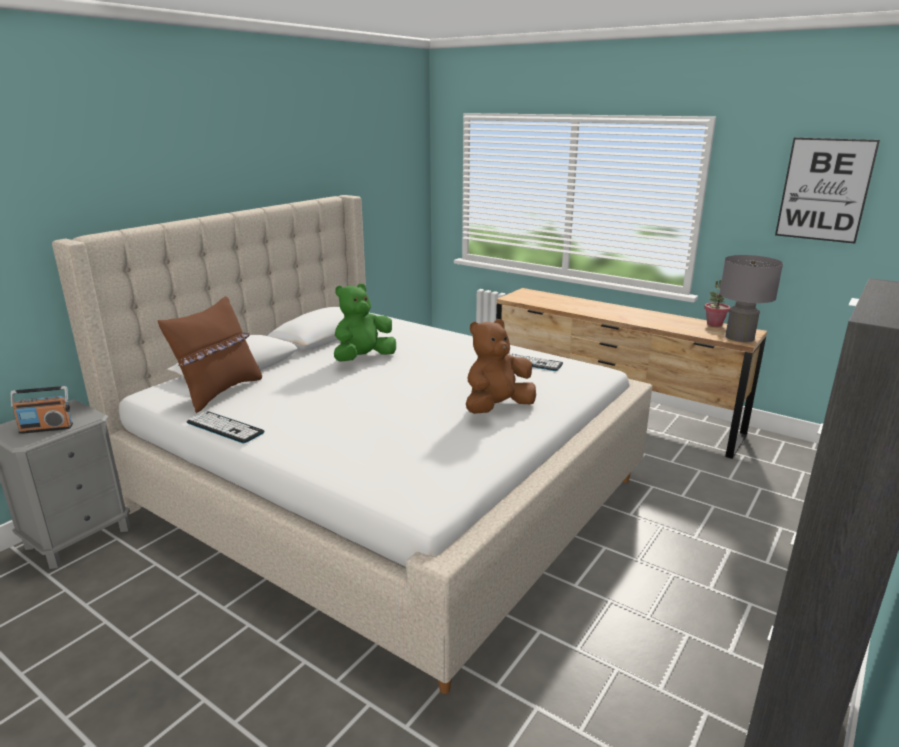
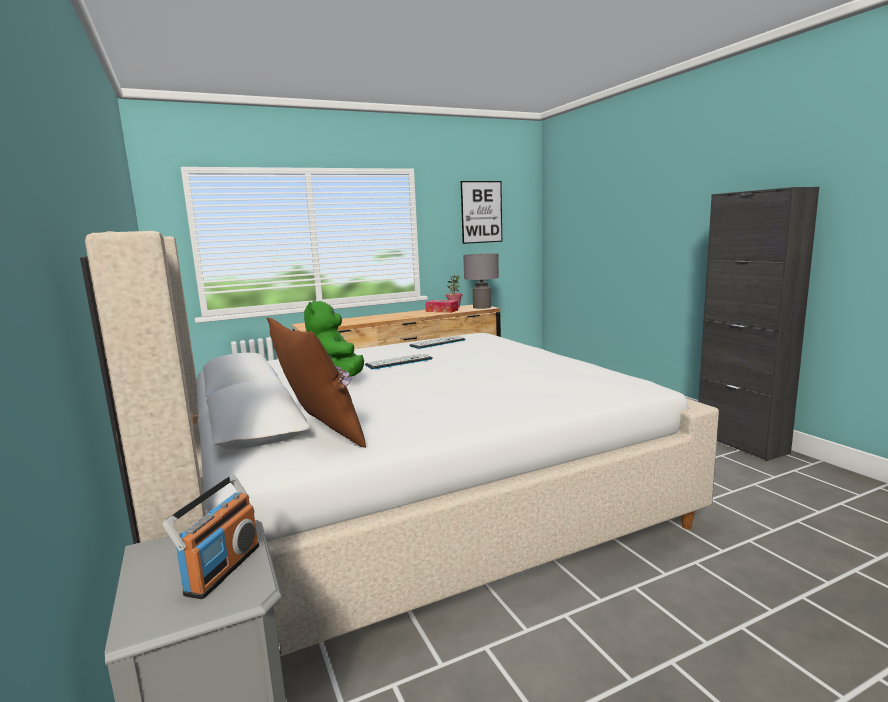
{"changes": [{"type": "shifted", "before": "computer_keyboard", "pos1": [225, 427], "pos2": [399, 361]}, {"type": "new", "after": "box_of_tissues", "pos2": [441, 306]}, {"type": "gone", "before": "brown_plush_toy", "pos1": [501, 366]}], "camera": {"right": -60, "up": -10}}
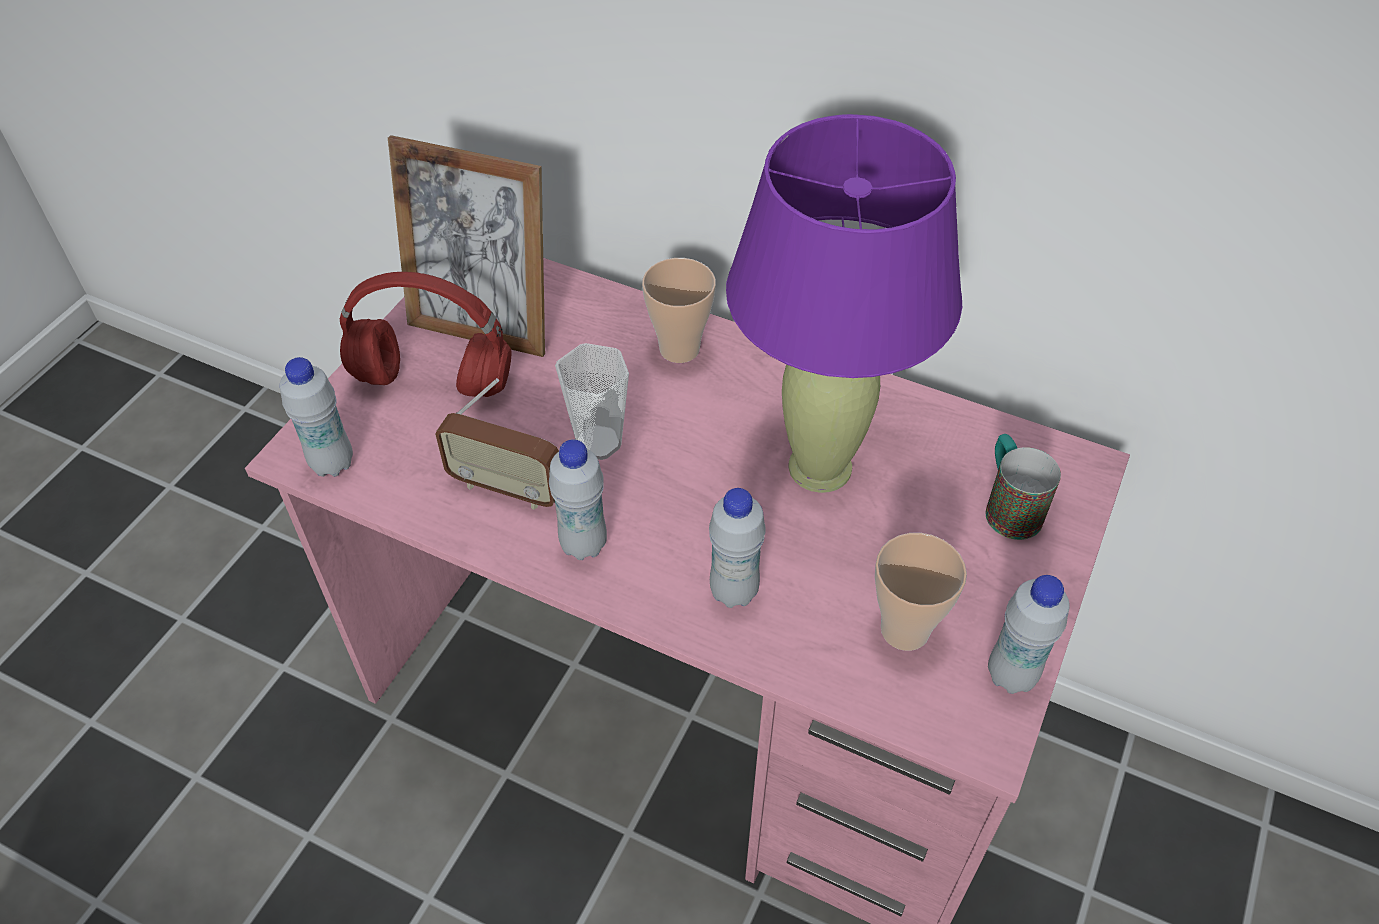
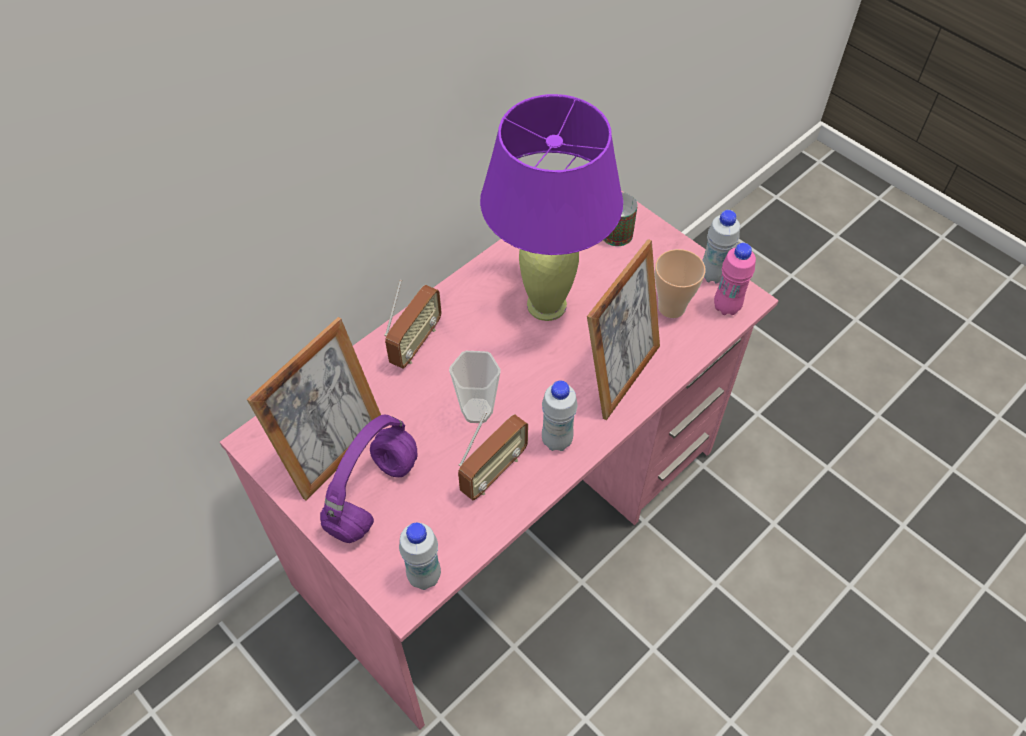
{"changes": [{"type": "repainted", "before": "reddish_headset", "after": "purple-coloured_headset", "pos1": [426, 334], "pos2": [368, 479]}, {"type": "swapped", "before": "cup", "after": "radio_set", "pos1": [679, 310], "pos2": [413, 324]}, {"type": "swapped", "before": "whitish_bottle", "after": "photo_frame", "pos1": [737, 548], "pos2": [623, 329]}, {"type": "new", "after": "pinkish_bottle", "pos2": [735, 279]}], "camera": {"right": -70, "up": 5}}
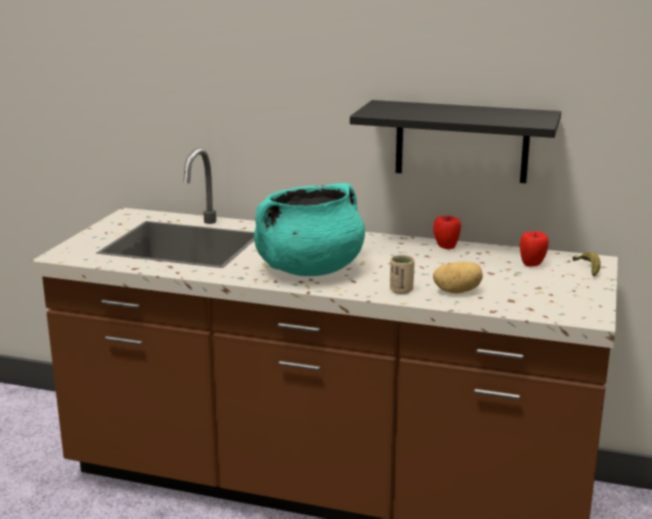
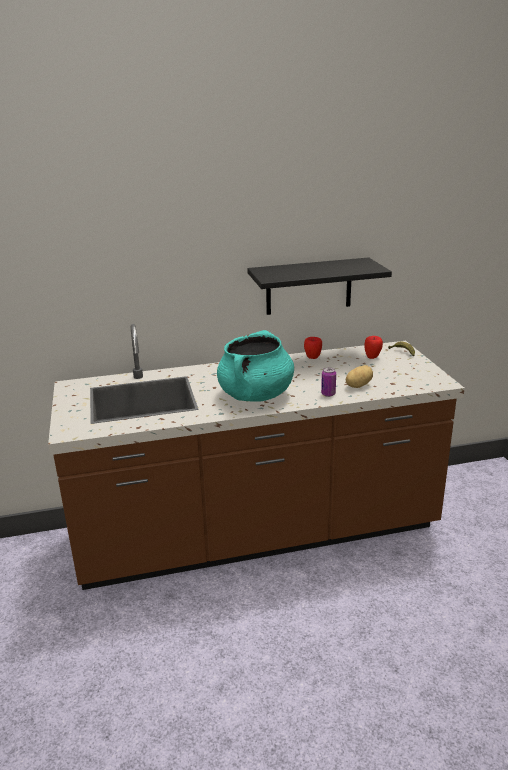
{"changes": [{"type": "swapped", "before": "beige-coloured_cup", "after": "metal_can", "pos1": [402, 274], "pos2": [328, 382]}], "camera": {"right": -30, "up": 5}}
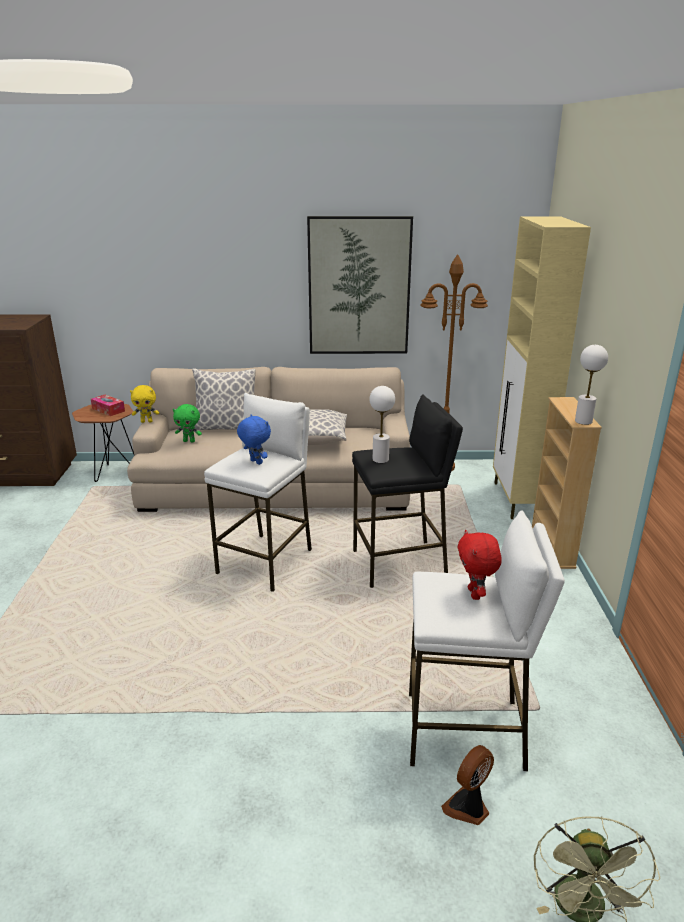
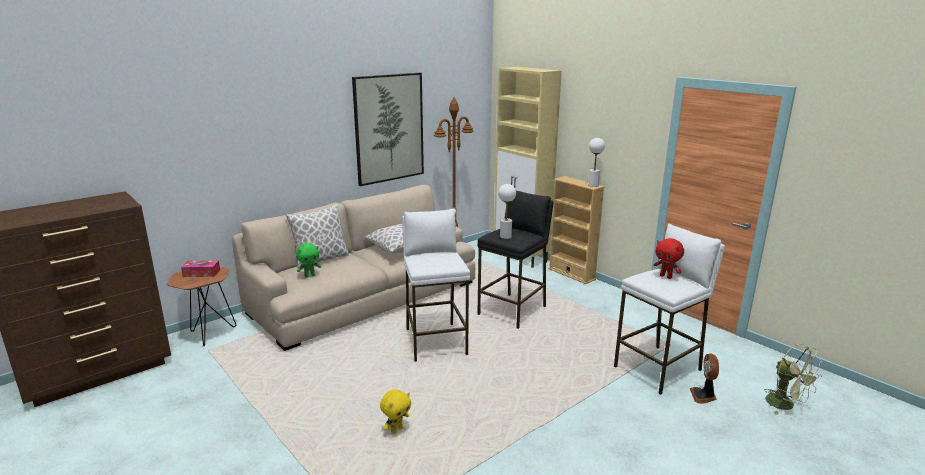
{"changes": [{"type": "shifted", "before": "yellow-coloured_plush_toy", "pos1": [144, 404], "pos2": [395, 411]}, {"type": "gone", "before": "bluish_plush_toy", "pos1": [254, 440]}], "camera": {"right": -40, "up": -5}}
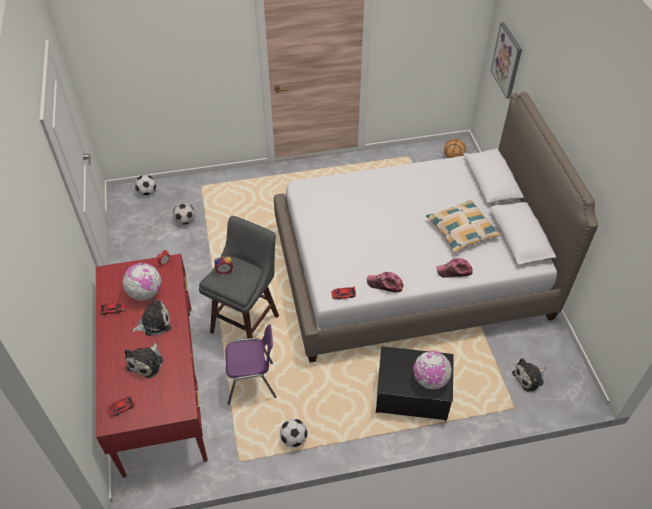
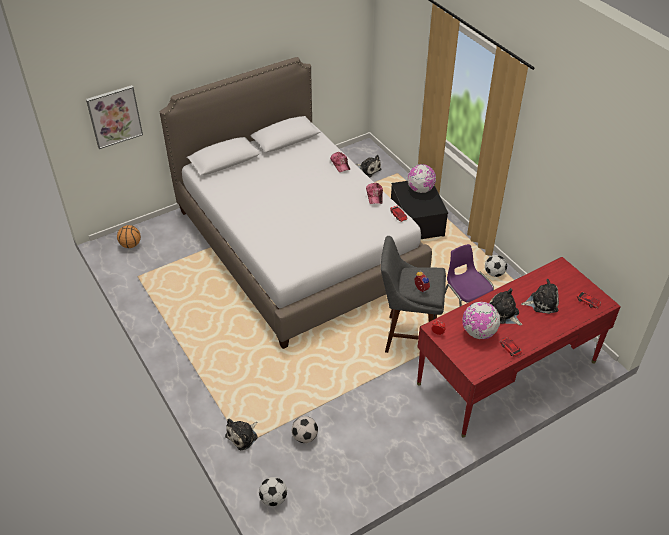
{"changes": [{"type": "new", "after": "plush_toy", "pos2": [241, 434]}, {"type": "gone", "before": "pillow", "pos1": [463, 226]}], "camera": {"right": -110, "up": -5}}
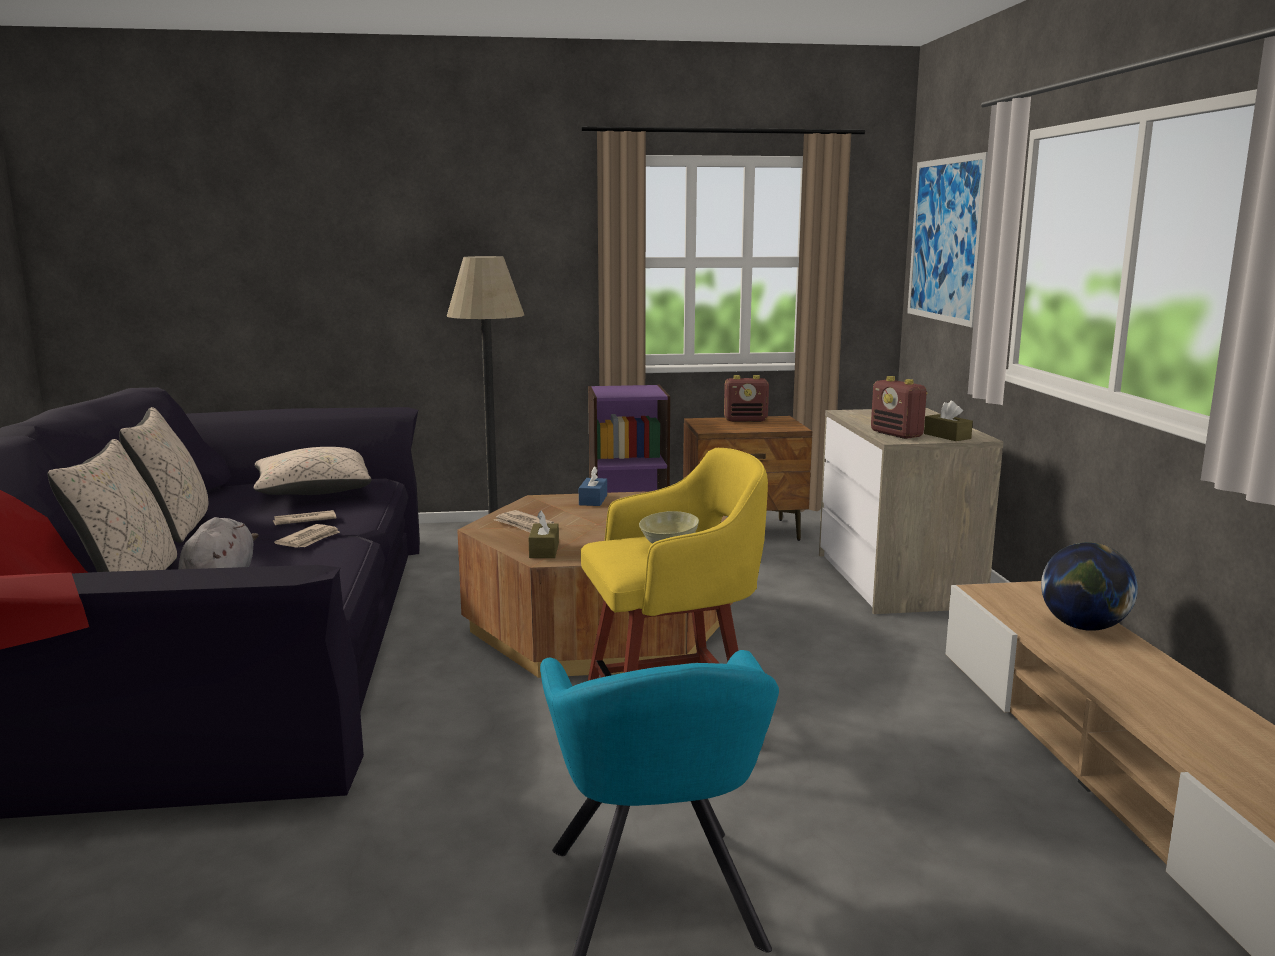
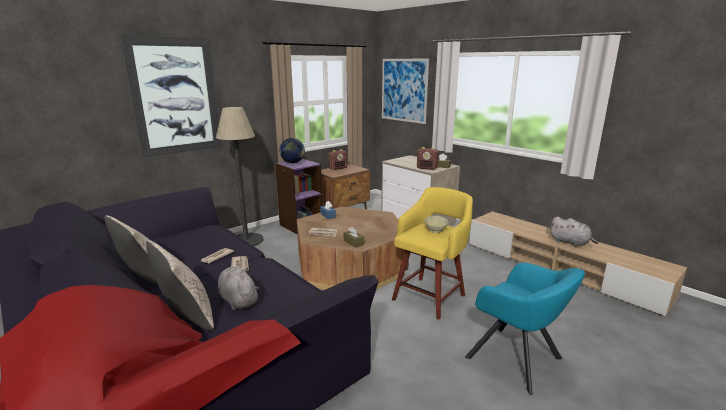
{"changes": [{"type": "new", "after": "wall_picture", "pos2": [171, 97]}, {"type": "shifted", "before": "globe", "pos1": [1089, 586], "pos2": [292, 150]}, {"type": "new", "after": "grey_plush_toy", "pos2": [574, 232]}, {"type": "gone", "before": "beige-coloured_pillow", "pos1": [313, 471]}], "camera": {"right": -35, "up": 5}}
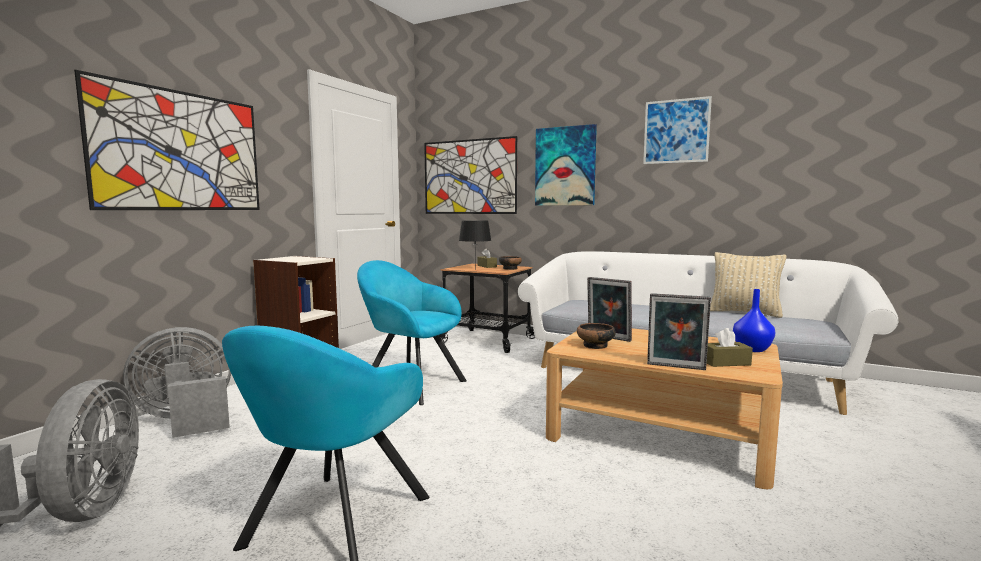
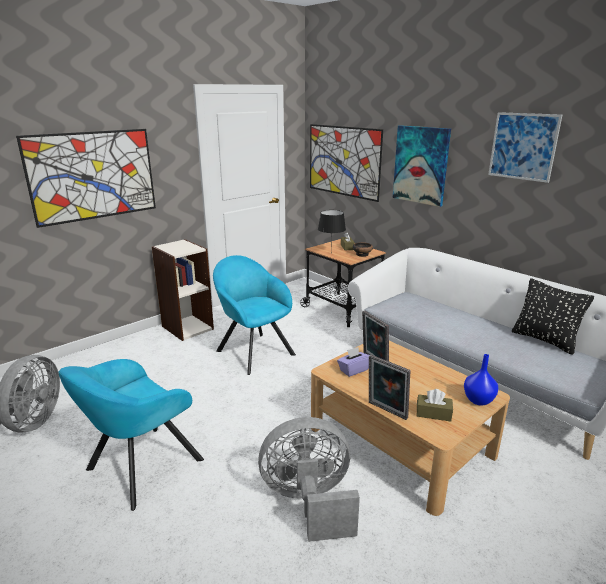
{"changes": [{"type": "shifted", "before": "grey_electric_fan", "pos1": [177, 382], "pos2": [309, 479]}, {"type": "swapped", "before": "deep_dish", "after": "purple-coloured_box_of_tissues", "pos1": [596, 336], "pos2": [353, 362]}, {"type": "repainted", "before": "beige-coloured_pillow", "after": "blackish_pillow", "pos1": [748, 285], "pos2": [553, 316]}], "camera": {"right": 20, "up": 15}}
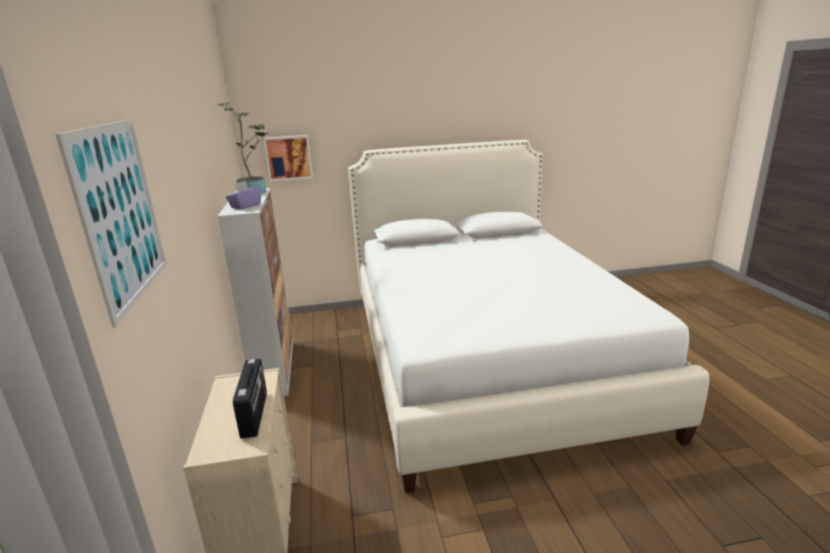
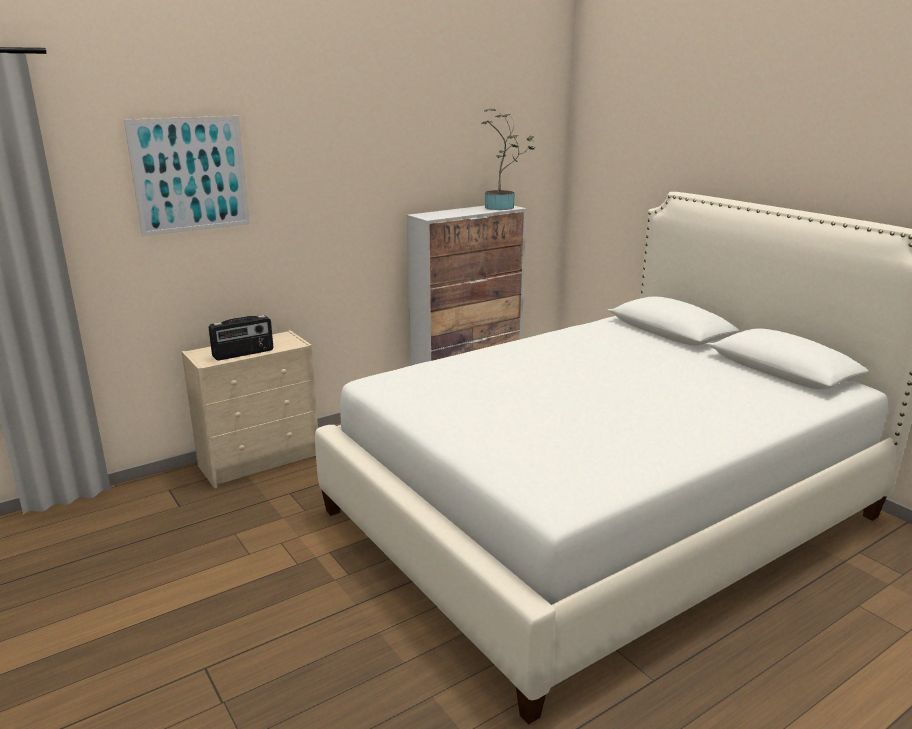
{"changes": [{"type": "gone", "before": "purple-coloured_box_of_tissues", "pos1": [244, 195]}, {"type": "gone", "before": "wall_picture", "pos1": [288, 158]}], "camera": {"right": 65, "up": 0}}
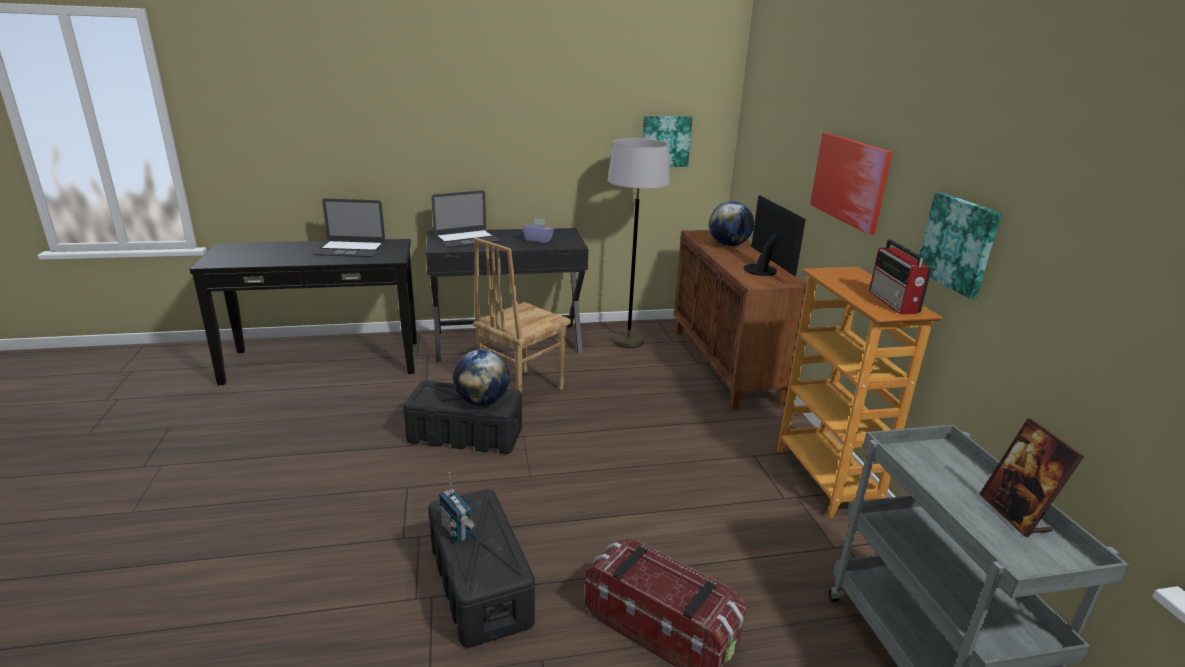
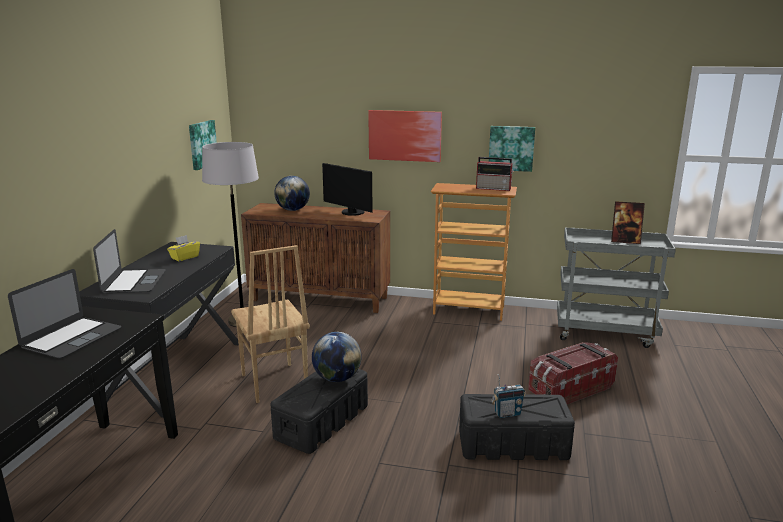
{"changes": [{"type": "repainted", "before": "purple-coloured_box_of_tissues", "after": "yellow-coloured_box_of_tissues", "pos1": [538, 230], "pos2": [183, 248]}, {"type": "rotated", "before": "computer_display", "pos1": [775, 235], "pos2": [347, 189], "turn": -150}], "camera": {"right": -65, "up": -5}}
